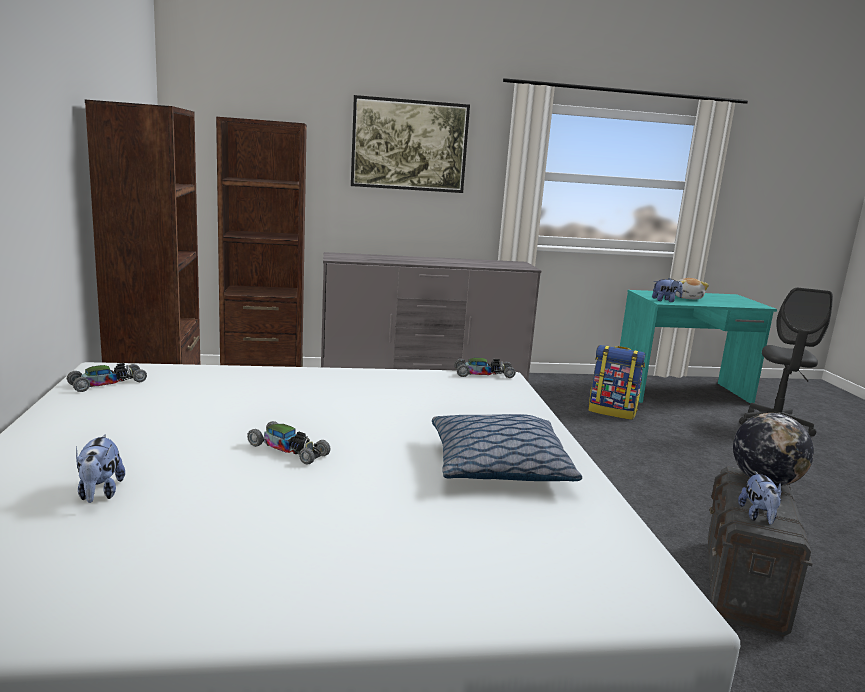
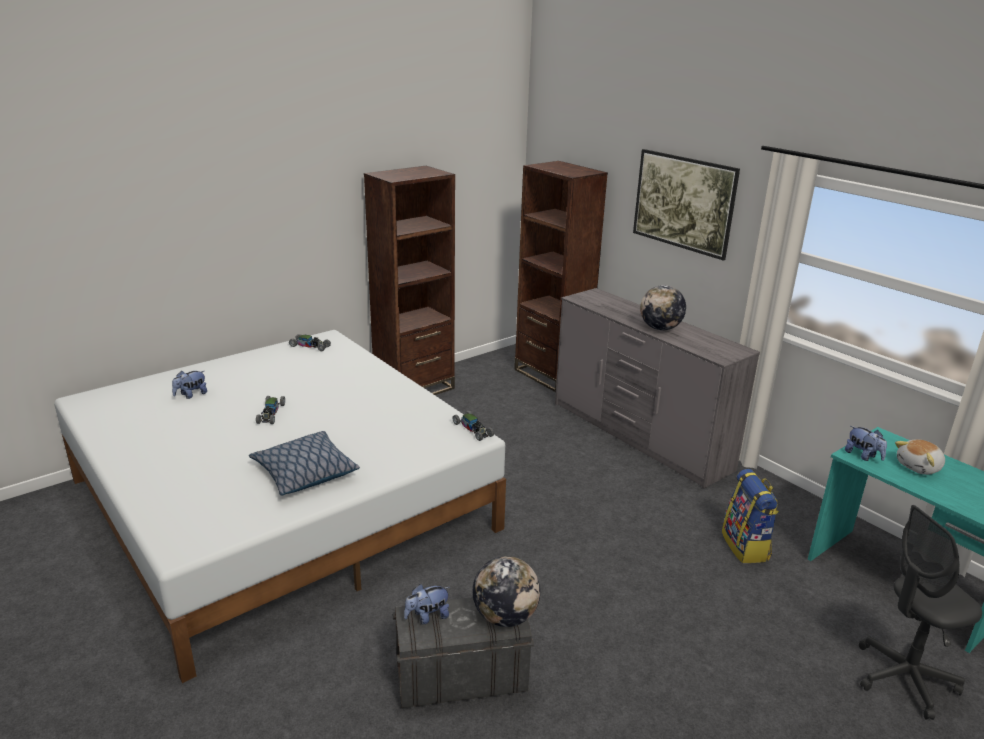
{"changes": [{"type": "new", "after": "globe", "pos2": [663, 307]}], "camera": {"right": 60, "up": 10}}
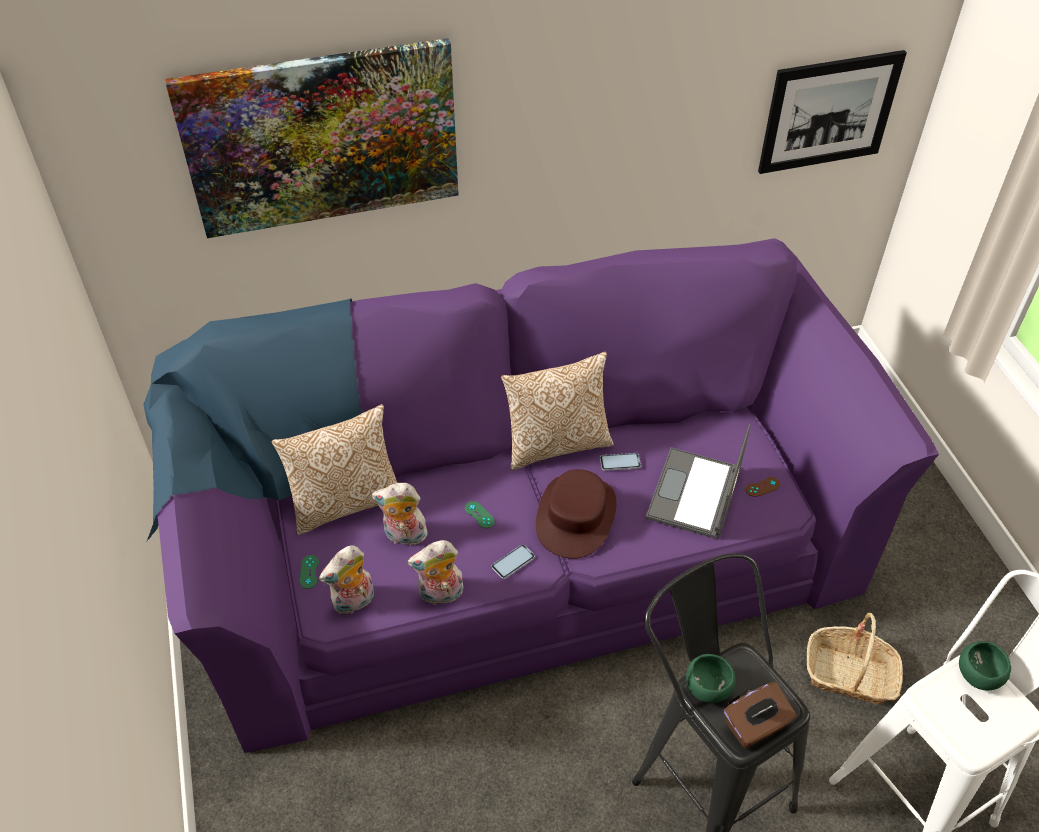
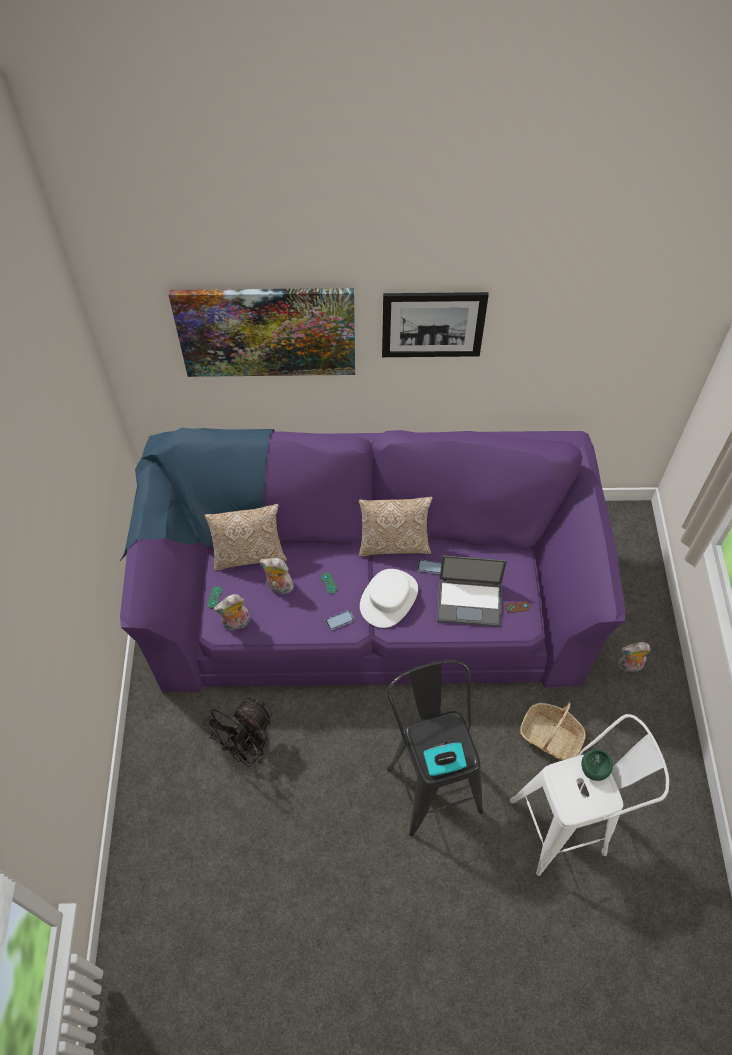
{"changes": [{"type": "new", "after": "blackish_electric_fan", "pos2": [237, 731]}, {"type": "repainted", "before": "brown_wearable_hat", "after": "whitish_wearable_hat", "pos1": [576, 514], "pos2": [389, 598]}, {"type": "shifted", "before": "wall_picture", "pos1": [832, 112], "pos2": [435, 324]}, {"type": "repainted", "before": "brown_box_of_tissues", "after": "turquoise_box_of_tissues", "pos1": [760, 715], "pos2": [445, 759]}, {"type": "rotated", "before": "portable_computer", "pos1": [698, 482], "pos2": [472, 591], "turn": -120}, {"type": "shifted", "before": "plush_toy", "pos1": [435, 573], "pos2": [634, 657]}, {"type": "gone", "before": "green_deep_dish", "pos1": [711, 678]}], "camera": {"right": 15, "up": 10}}
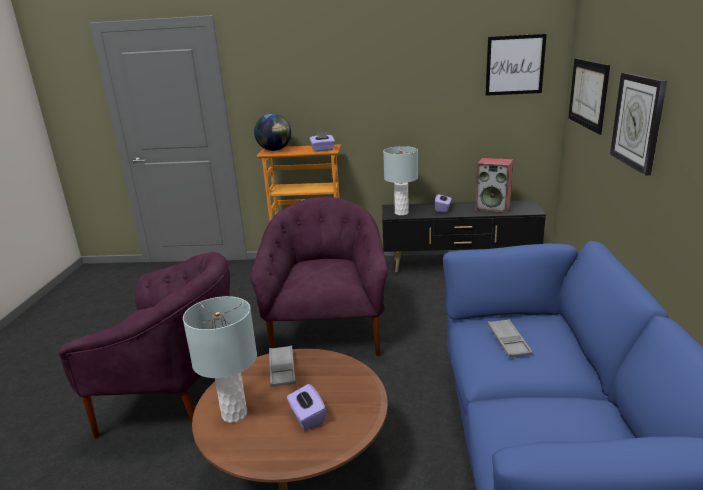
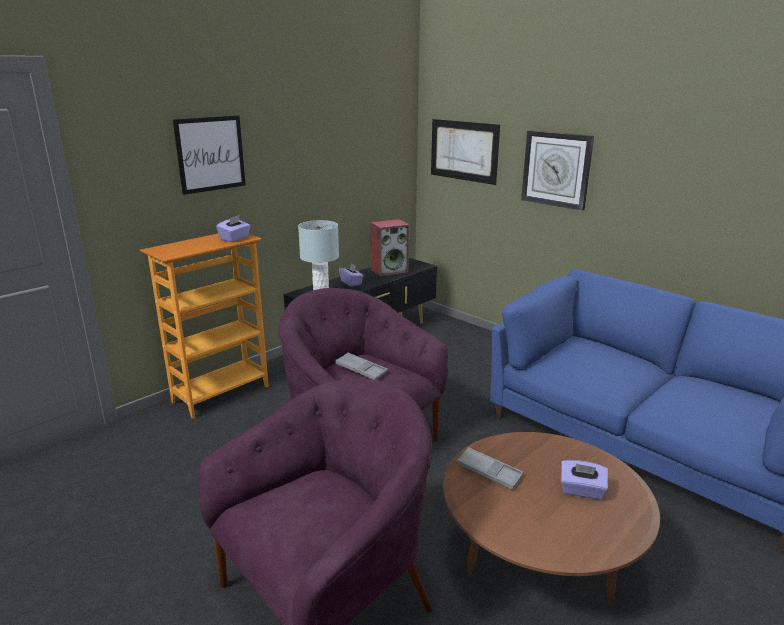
{"changes": [{"type": "shifted", "before": "wall_picture", "pos1": [516, 65], "pos2": [209, 155]}, {"type": "shifted", "before": "grey_tray", "pos1": [509, 338], "pos2": [361, 366]}, {"type": "gone", "before": "grey_table_lamp", "pos1": [220, 359]}, {"type": "gone", "before": "globe", "pos1": [272, 132]}], "camera": {"right": -50, "up": 0}}
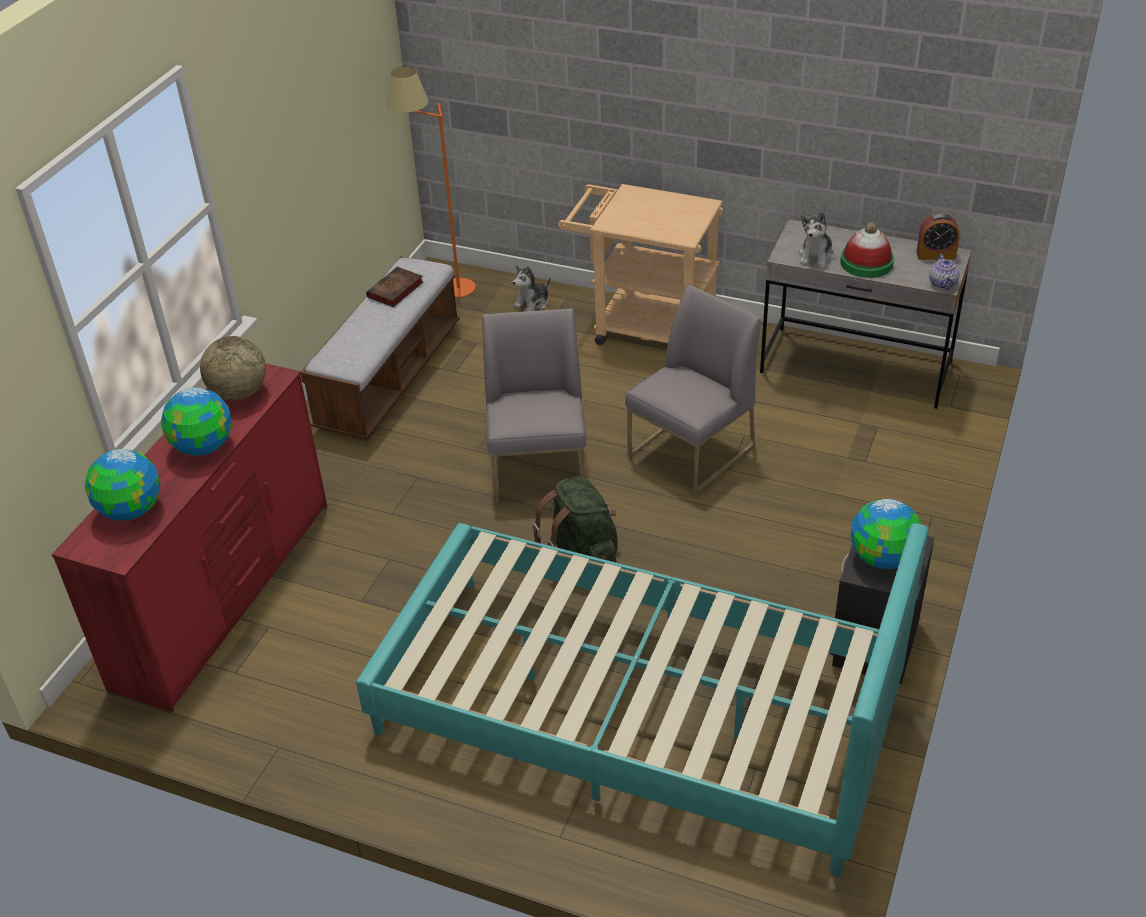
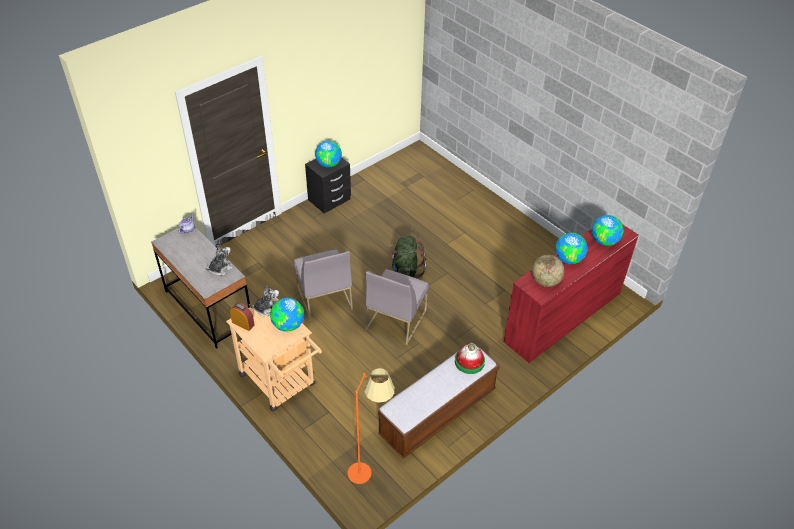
{"changes": [{"type": "shifted", "before": "alarm_clock", "pos1": [938, 236], "pos2": [242, 317]}, {"type": "shifted", "before": "plush_toy", "pos1": [531, 288], "pos2": [264, 300]}, {"type": "new", "after": "globe", "pos2": [287, 315]}, {"type": "rotated", "before": "grey_plain_chair", "pos1": [693, 390], "pos2": [323, 285], "turn": -90}, {"type": "shifted", "before": "wearable_hat", "pos1": [867, 250], "pos2": [470, 359]}, {"type": "gone", "before": "turquoise_sleeping_bed", "pos1": [642, 699]}, {"type": "gone", "before": "bound_book", "pos1": [395, 287]}], "camera": {"right": -155, "up": 5}}
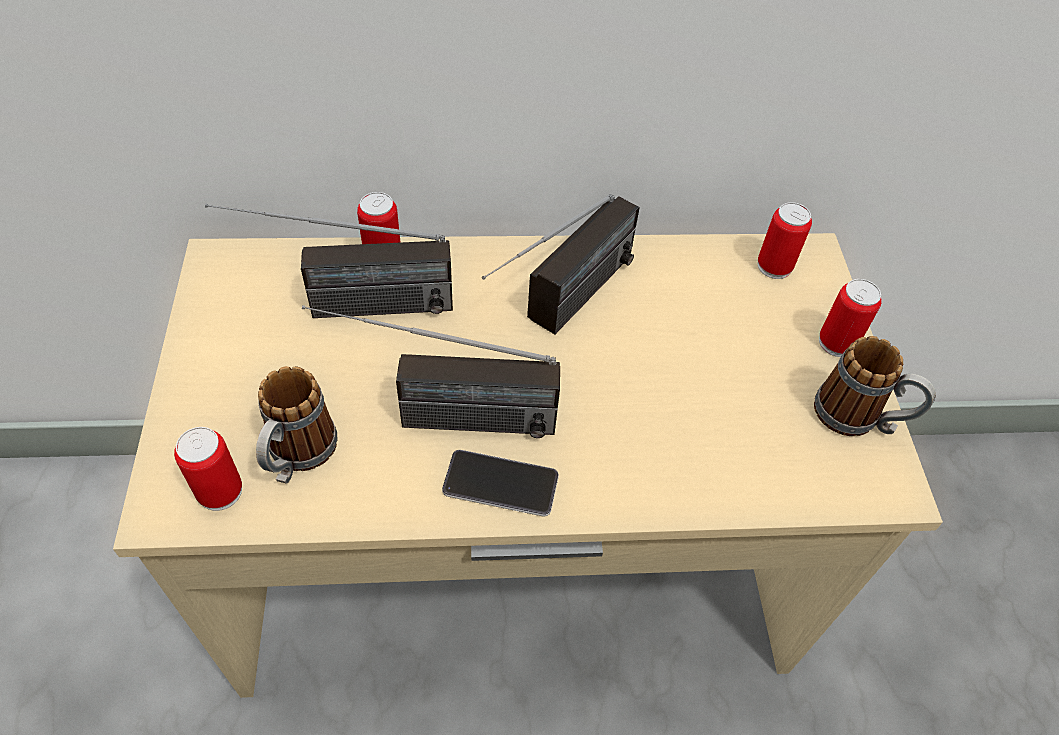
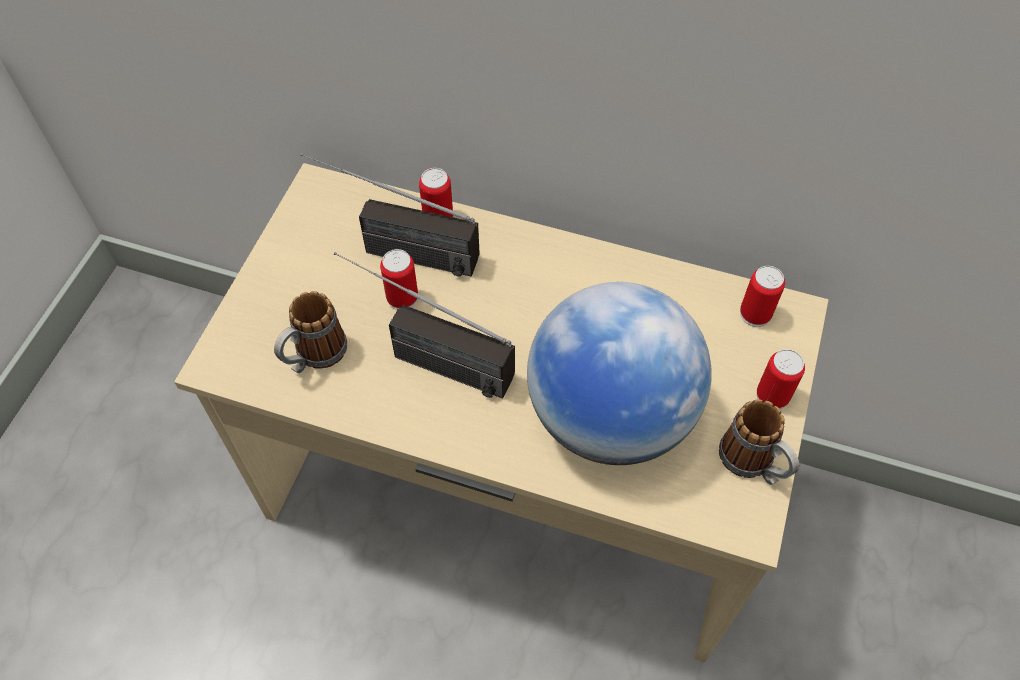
{"changes": [{"type": "shifted", "before": "metal_can", "pos1": [208, 469], "pos2": [399, 279]}, {"type": "new", "after": "globe", "pos2": [619, 373]}, {"type": "gone", "before": "phone", "pos1": [500, 483]}, {"type": "gone", "before": "radio_set", "pos1": [561, 264]}], "camera": {"right": 25, "up": 5}}
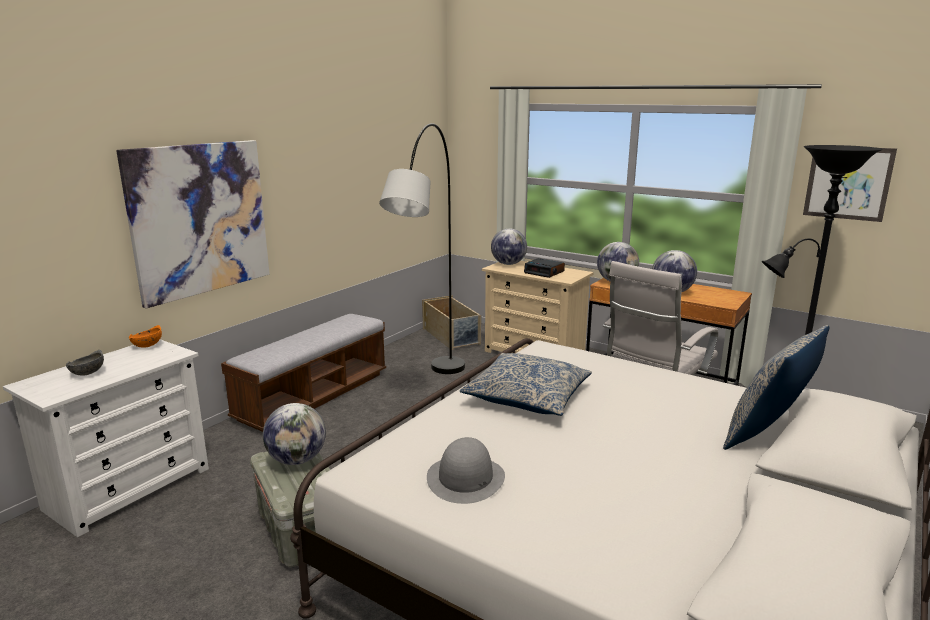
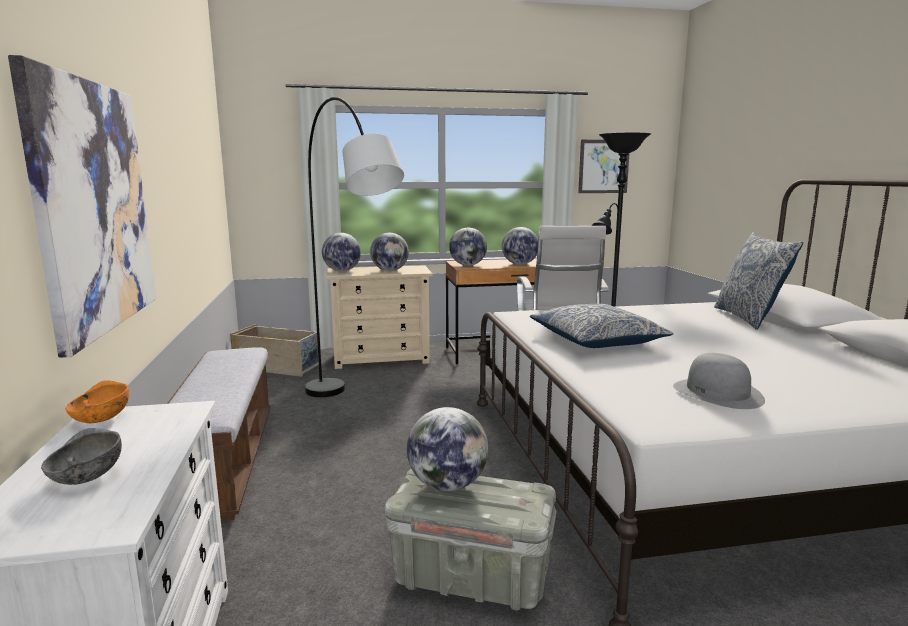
{"changes": [{"type": "swapped", "before": "alarm_clock", "after": "globe", "pos1": [544, 268], "pos2": [389, 252]}], "camera": {"right": -45, "up": -5}}
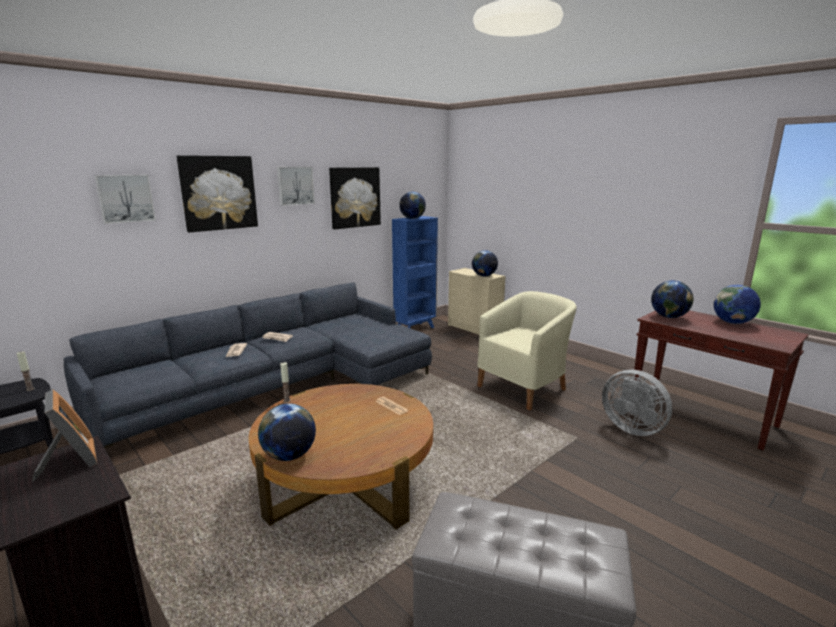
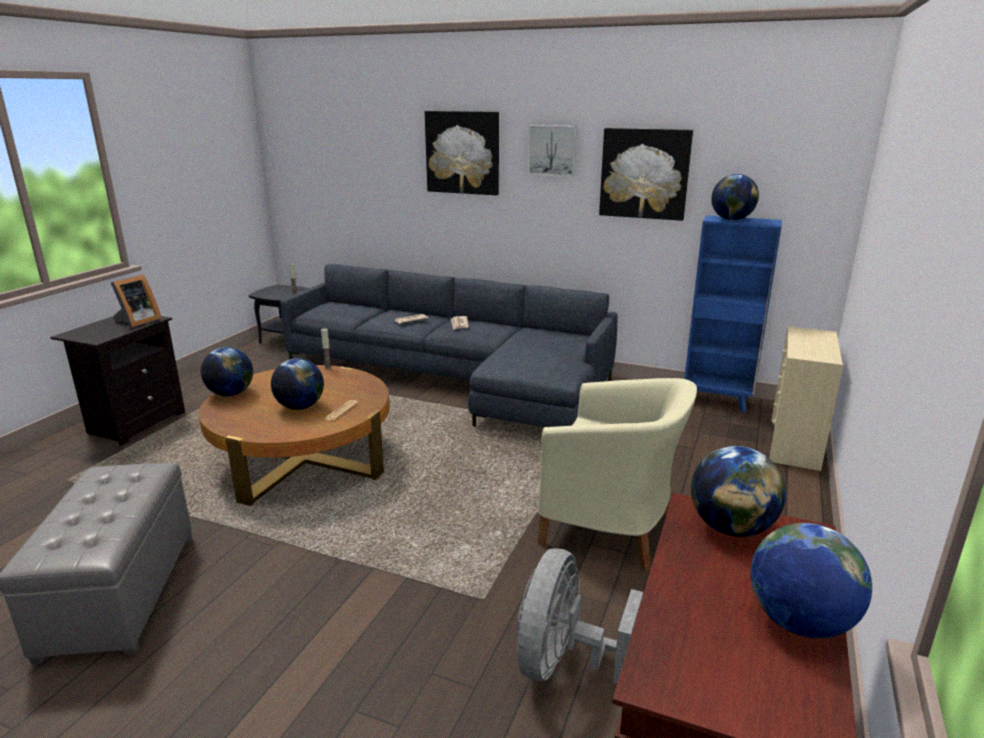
{"changes": [{"type": "shifted", "before": "globe", "pos1": [485, 263], "pos2": [297, 384]}, {"type": "gone", "before": "wall_picture", "pos1": [125, 199]}], "camera": {"right": 65, "up": 5}}
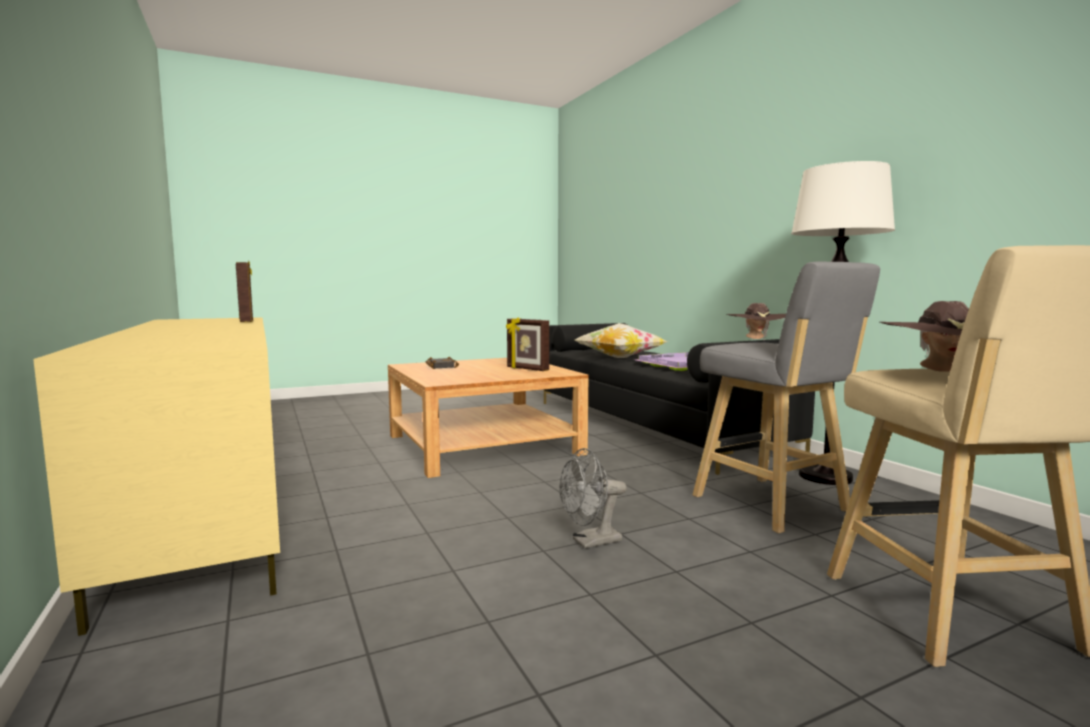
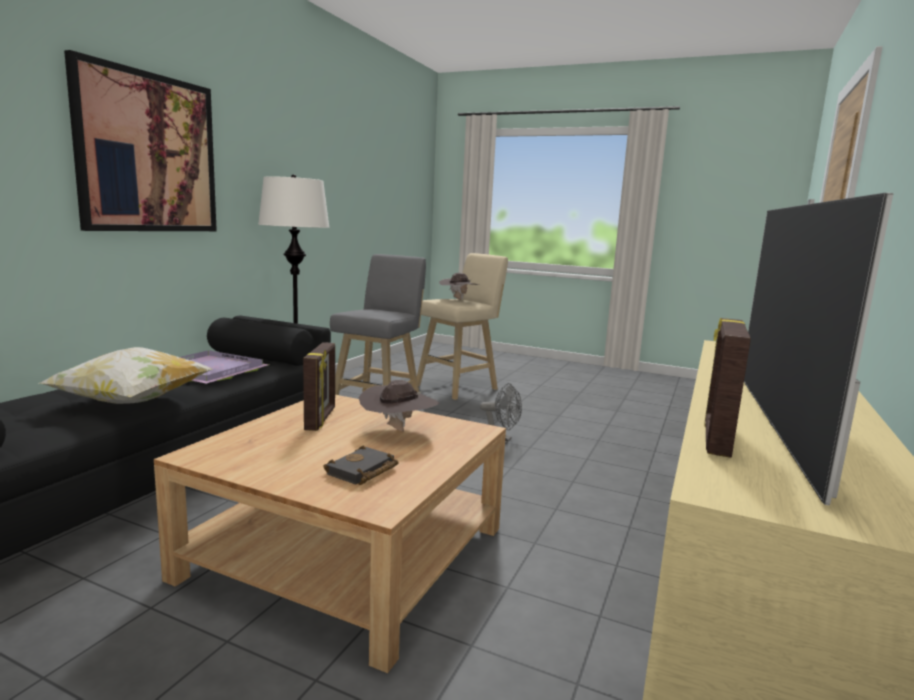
{"changes": [{"type": "new", "after": "wall_picture", "pos2": [140, 140]}, {"type": "shifted", "before": "brown_wearable_hat", "pos1": [756, 321], "pos2": [399, 406]}, {"type": "new", "after": "television", "pos2": [819, 349]}], "camera": {"right": -130, "up": 5}}
